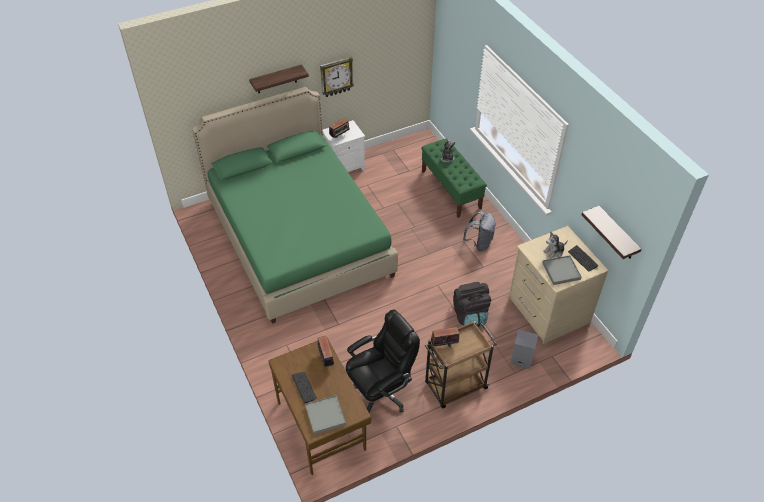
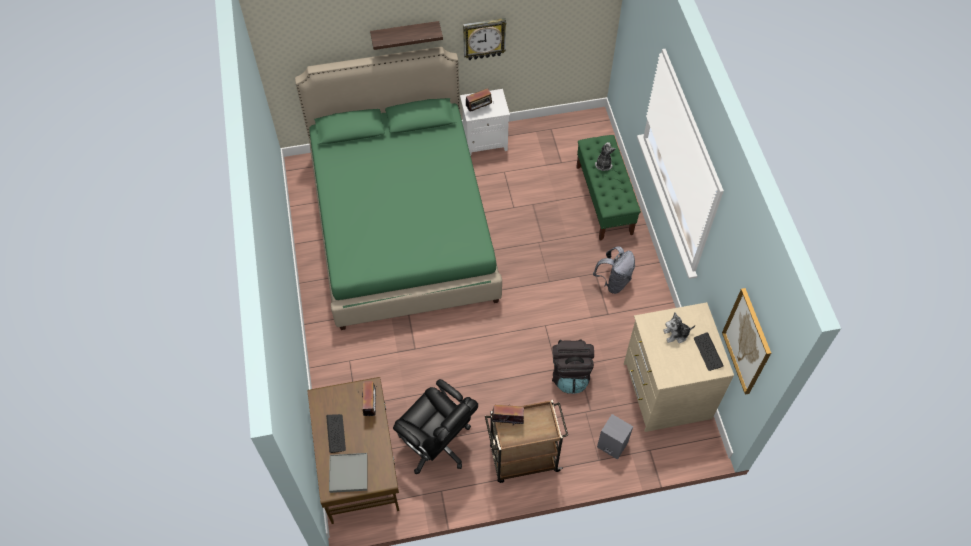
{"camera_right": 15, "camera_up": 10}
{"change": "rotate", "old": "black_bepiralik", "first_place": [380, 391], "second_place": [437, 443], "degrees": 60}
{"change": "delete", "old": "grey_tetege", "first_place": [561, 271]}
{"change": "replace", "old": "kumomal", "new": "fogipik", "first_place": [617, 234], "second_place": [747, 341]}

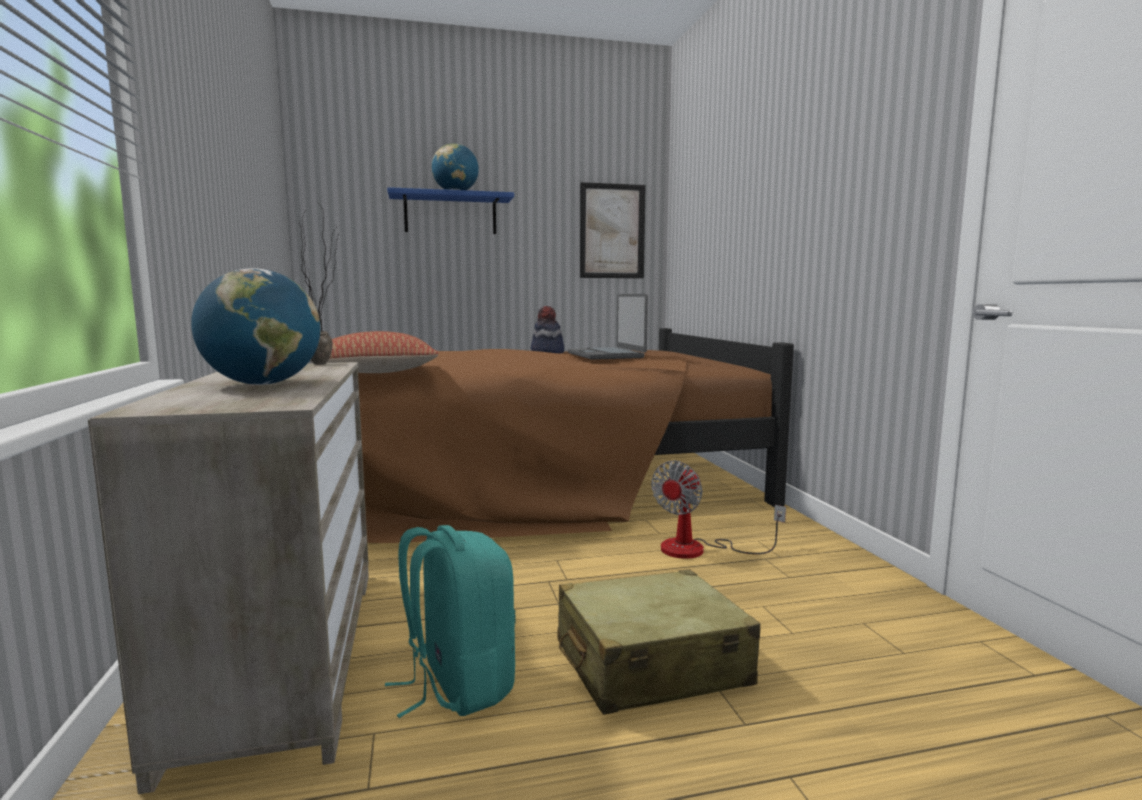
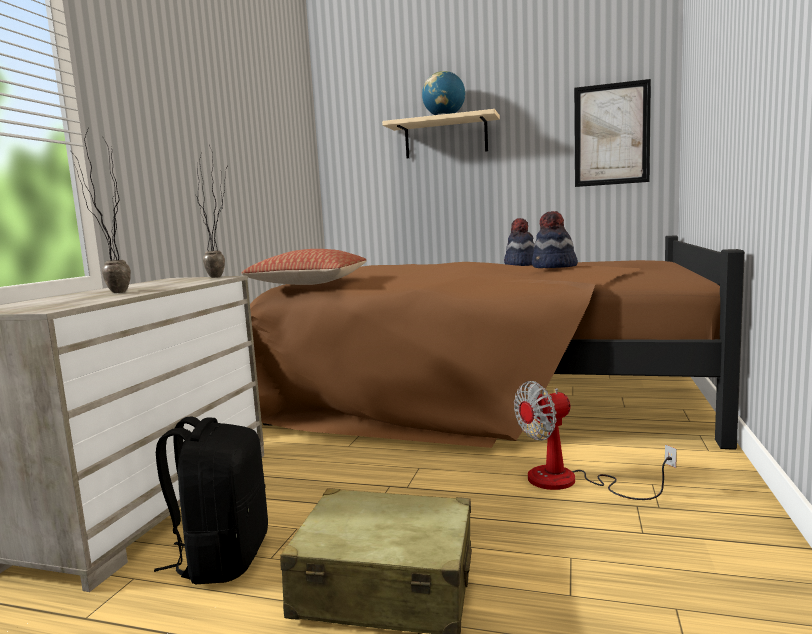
{"camera_right": 30, "camera_up": 0}
{"change": "replace", "old": "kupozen", "new": "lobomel", "first_place": [262, 384], "second_place": [110, 293]}
{"change": "recolor", "old": "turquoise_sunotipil", "new": "black_sunotipil", "first_place": [458, 685], "second_place": [222, 558]}
{"change": "recolor", "old": "blue_kumomal", "new": "beige_kumomal", "first_place": [450, 214], "second_place": [445, 138]}
{"change": "replace", "old": "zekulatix", "new": "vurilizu", "first_place": [606, 355], "second_place": [554, 267]}

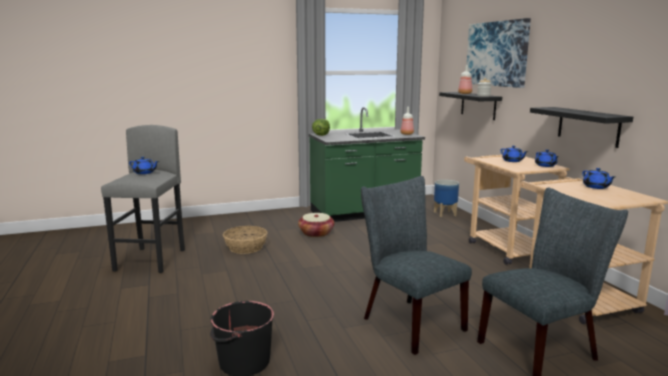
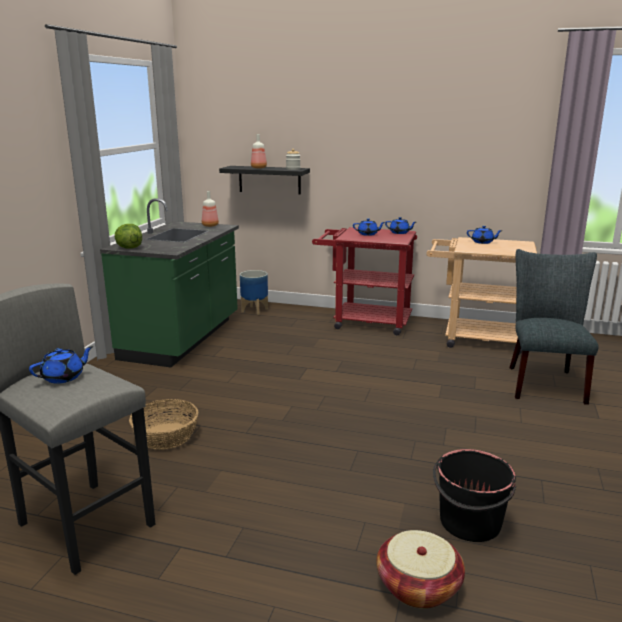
{"camera_right": -55, "camera_up": 5}
{"change": "move", "old": "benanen", "first_place": [316, 233], "second_place": [418, 586]}
{"change": "delete", "old": "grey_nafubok", "first_place": [408, 322]}
{"change": "recolor", "old": "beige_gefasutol", "new": "red_gefasutol", "first_place": [505, 247], "second_place": [364, 322]}
{"change": "delete", "old": "fogipik", "first_place": [496, 54]}
{"change": "delete", "old": "black_kumomal", "first_place": [588, 126]}

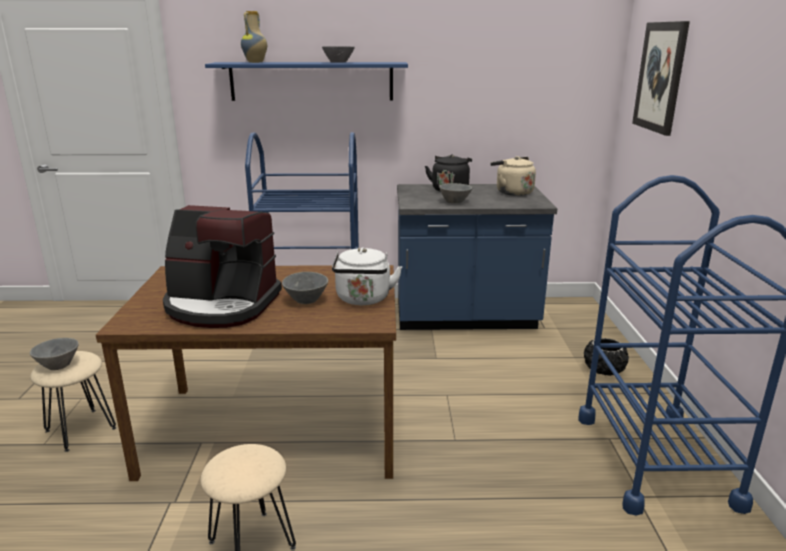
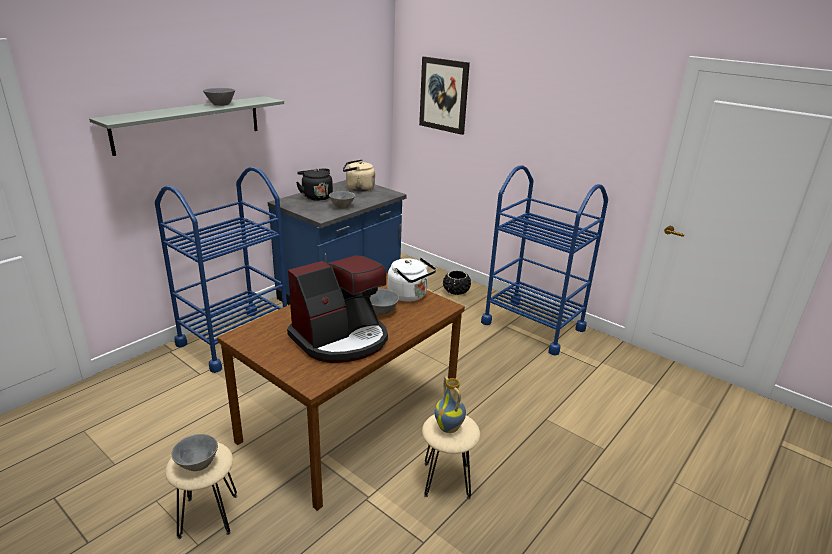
{"camera_right": -50, "camera_up": 5}
{"change": "recolor", "old": "blue_kumomal", "new": "grey_kumomal", "first_place": [311, 81], "second_place": [189, 124]}
{"change": "move", "old": "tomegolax", "first_place": [256, 62], "second_place": [449, 428]}

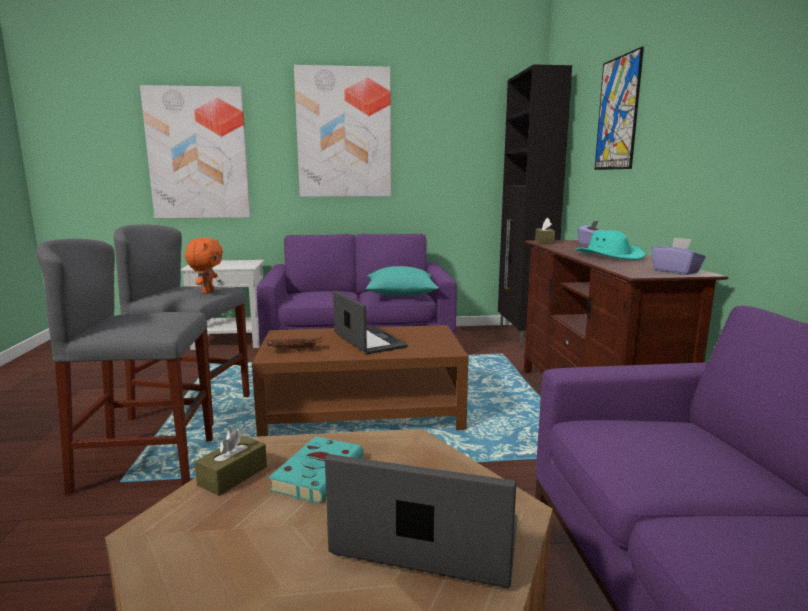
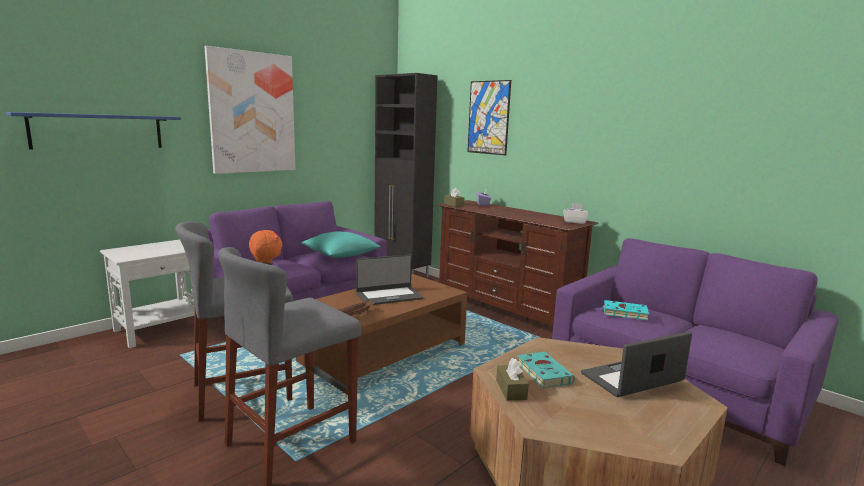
{"camera_right": -40, "camera_up": 0}
{"change": "replace", "old": "fogipik", "new": "blue_kumomal", "first_place": [198, 154], "second_place": [98, 131]}
{"change": "rotate", "old": "zekulatix", "first_place": [368, 341], "second_place": [389, 296], "degrees": 135}
{"change": "delete", "old": "turquoise_vurilizu", "first_place": [609, 256]}
{"change": "recolor", "old": "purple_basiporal", "new": "white_basiporal", "first_place": [676, 271], "second_place": [574, 222]}
{"change": "insert", "new": "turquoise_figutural", "second_place": [623, 313]}

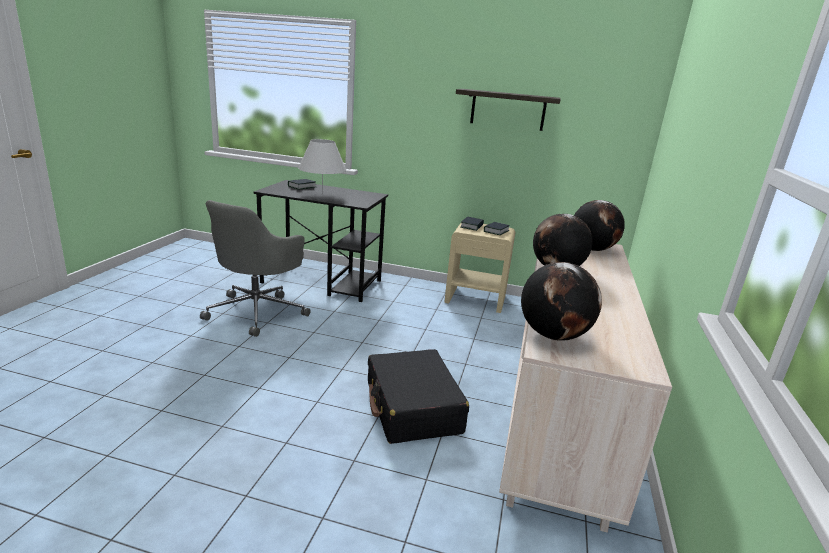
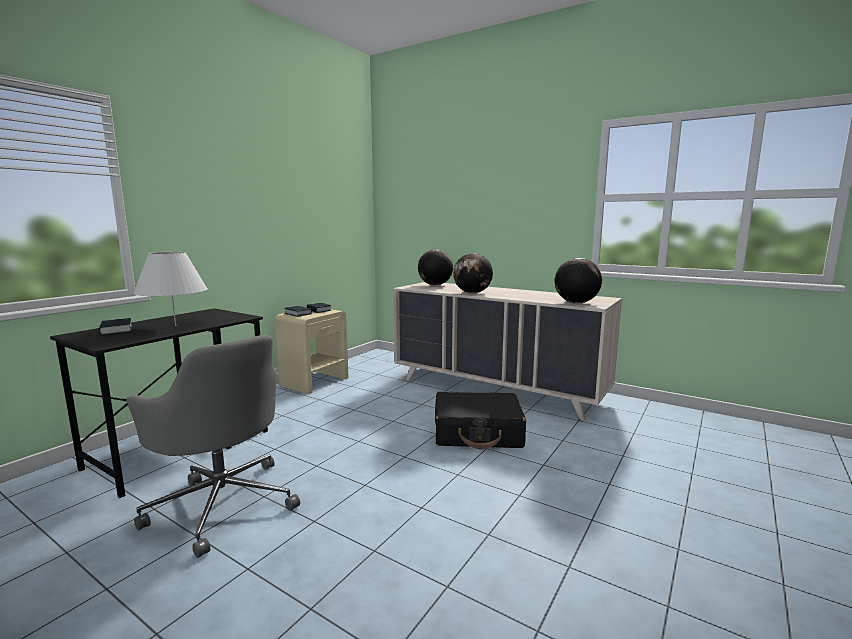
{"camera_right": -70, "camera_up": -10}
{"change": "delete", "old": "kumomal", "first_place": [508, 110]}

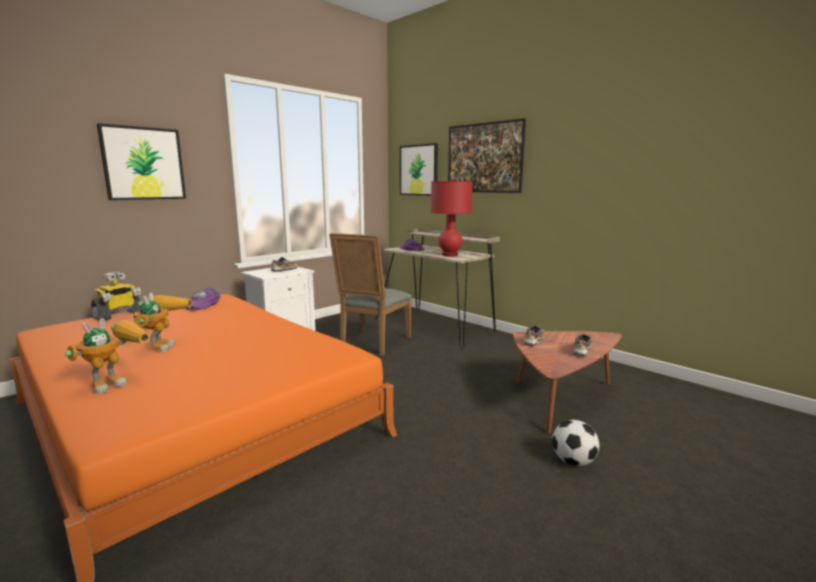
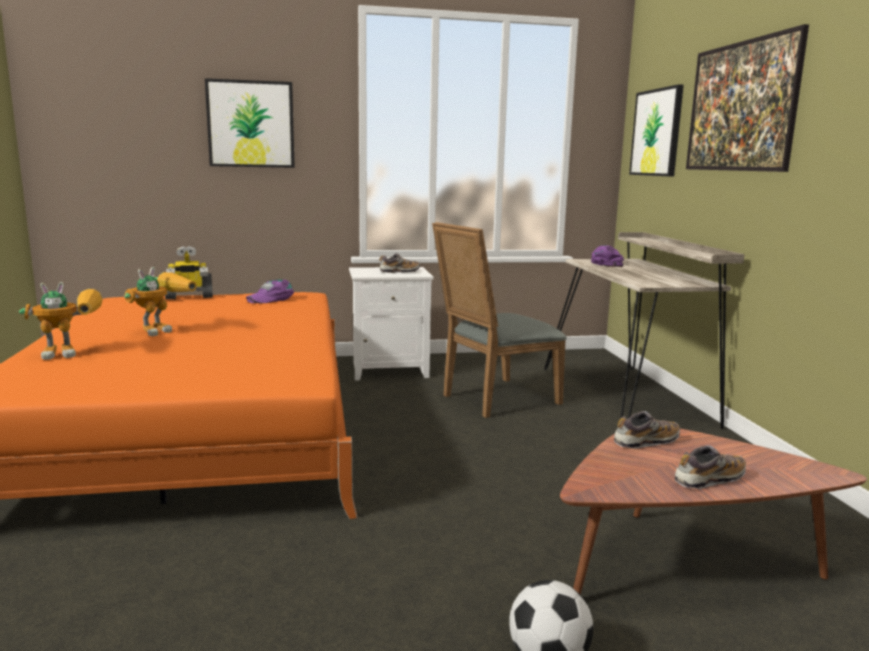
{"camera_right": 35, "camera_up": 0}
{"change": "delete", "old": "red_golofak", "first_place": [449, 255]}

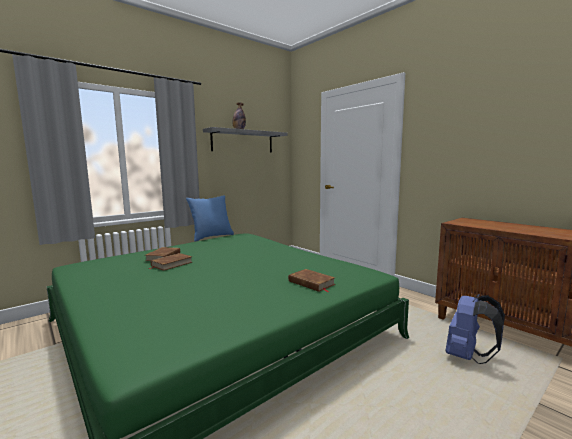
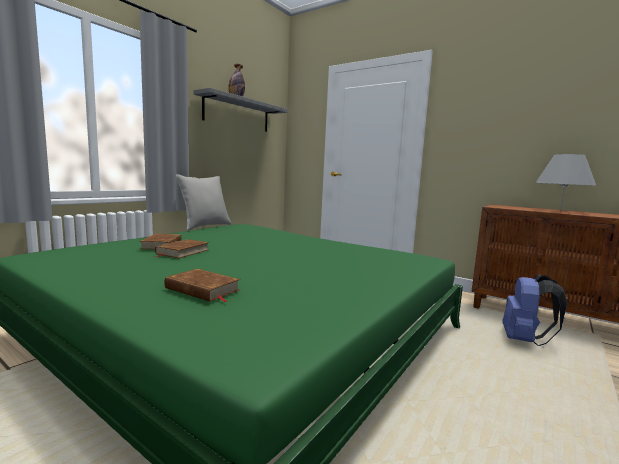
{"camera_right": -15, "camera_up": 0}
{"change": "recolor", "old": "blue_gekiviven", "new": "grey_gekiviven", "first_place": [211, 237], "second_place": [205, 226]}
{"change": "move", "old": "brown_figutural", "first_place": [311, 283], "second_place": [202, 289]}
{"change": "insert", "new": "grey_golofak", "second_place": [559, 211]}

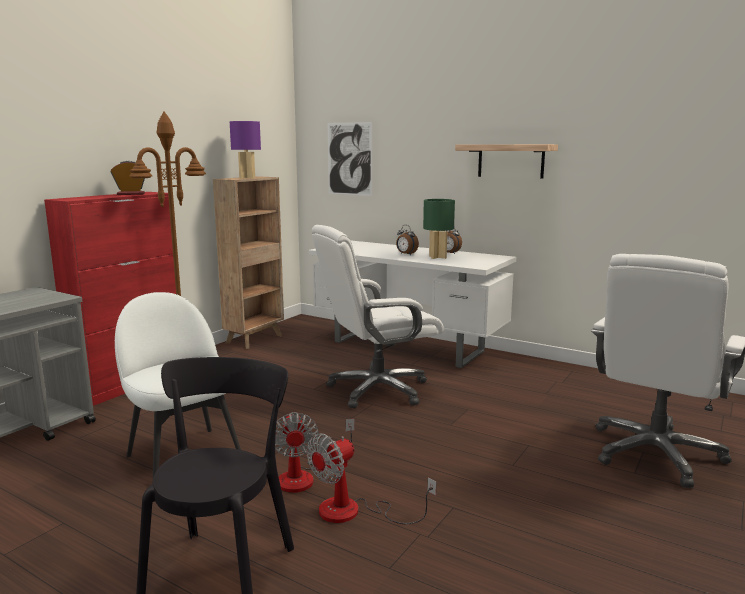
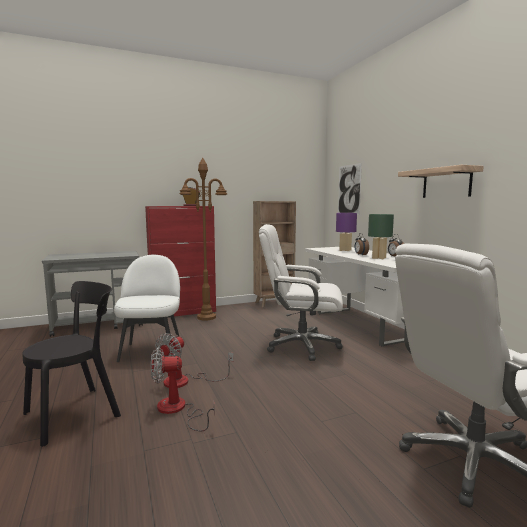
{"camera_right": 35, "camera_up": -5}
{"change": "move", "old": "purple_golofak", "first_place": [247, 178], "second_place": [345, 250]}

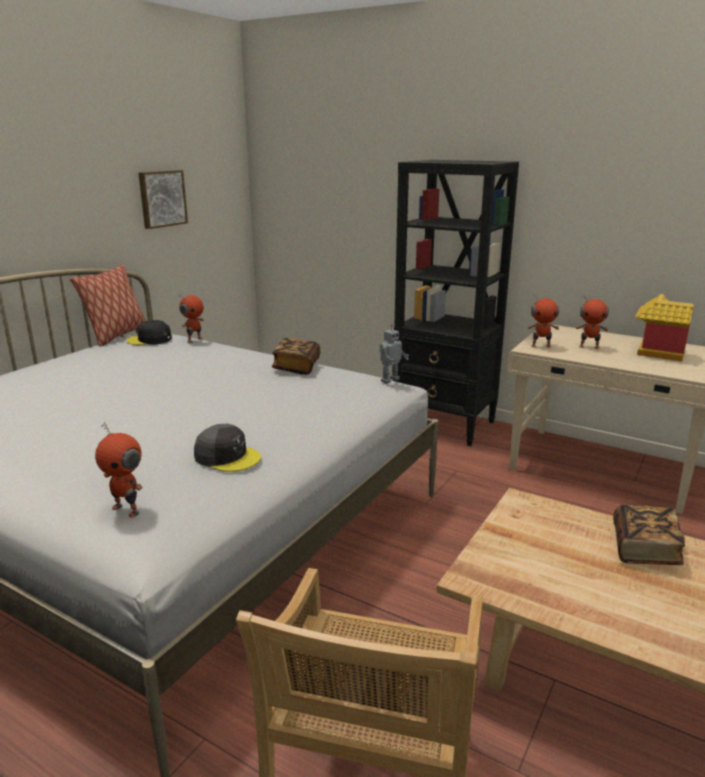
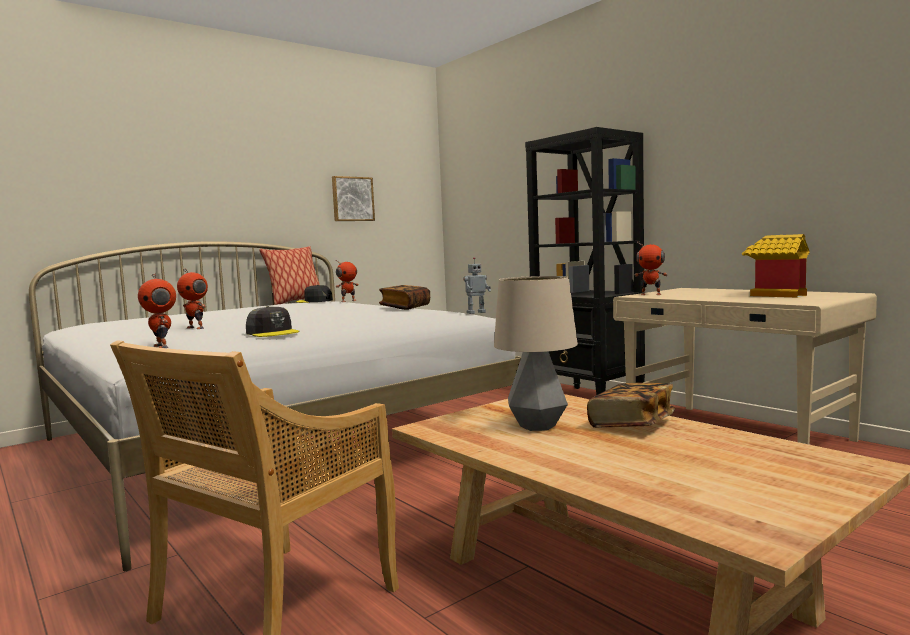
{"camera_right": 20, "camera_up": -15}
{"change": "move", "old": "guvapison", "first_place": [589, 347], "second_place": [196, 328]}
{"change": "insert", "new": "golofak", "second_place": [538, 426]}

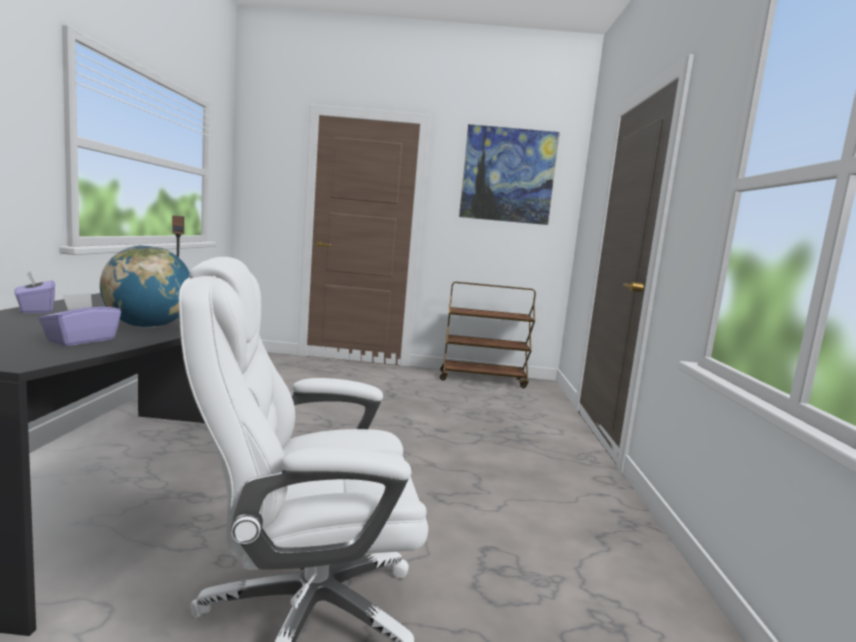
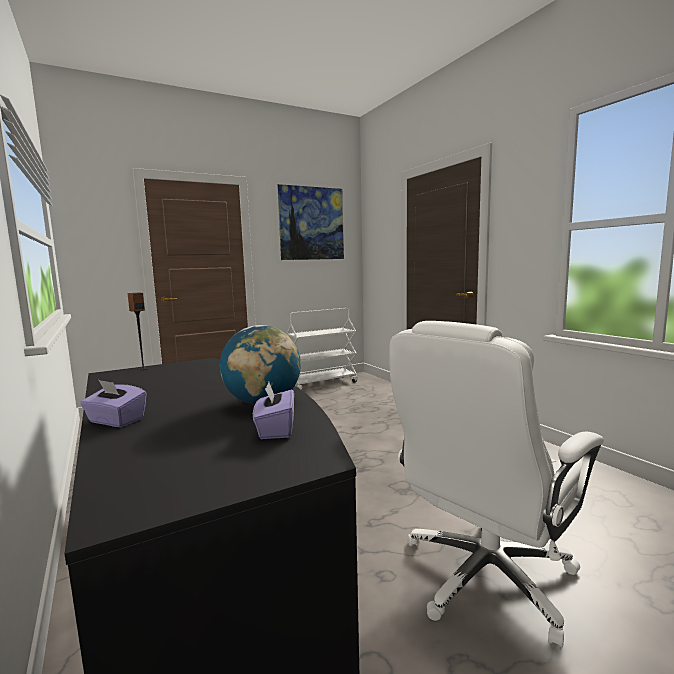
{"camera_right": -30, "camera_up": 0}
{"change": "recolor", "old": "brown_gefasutol", "new": "white_gefasutol", "first_place": [483, 379], "second_place": [322, 383]}

